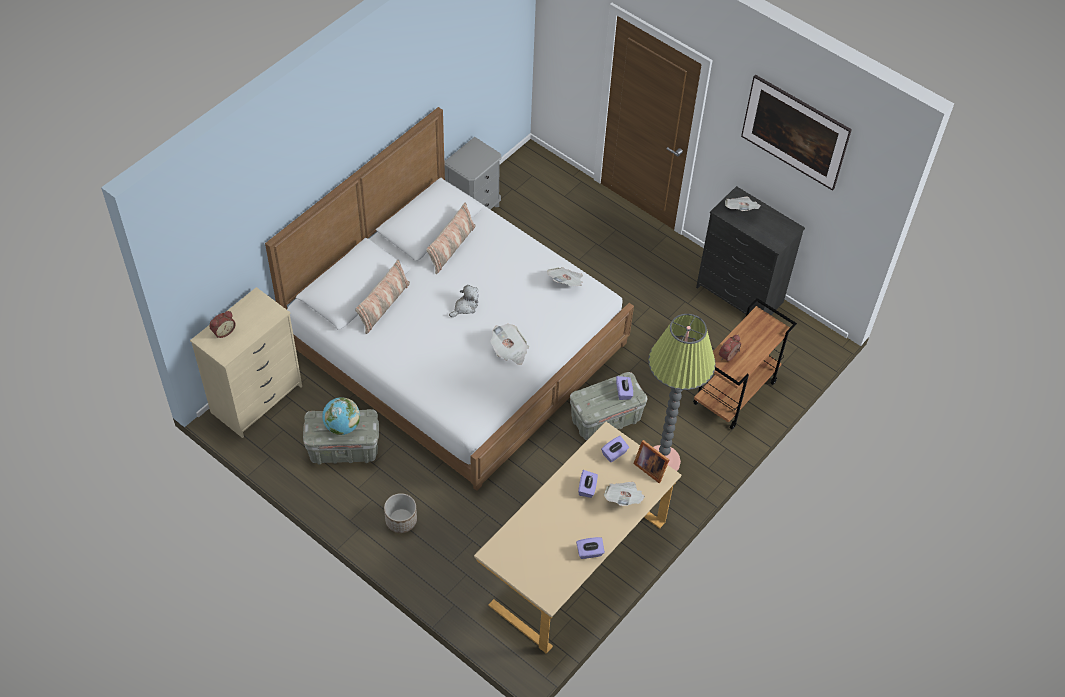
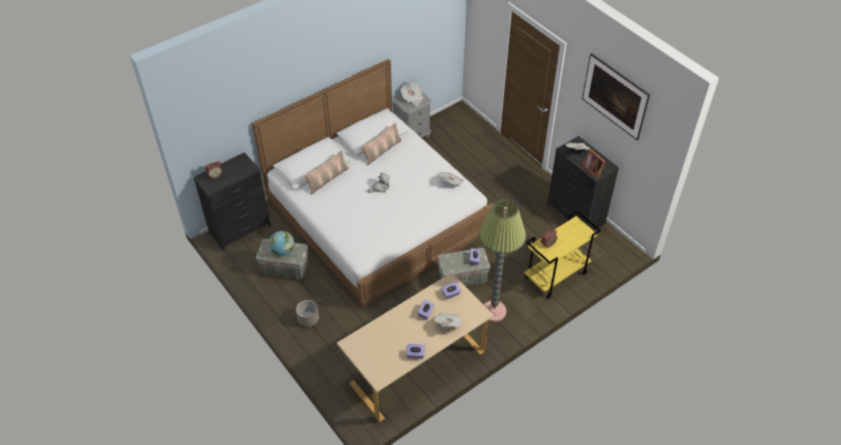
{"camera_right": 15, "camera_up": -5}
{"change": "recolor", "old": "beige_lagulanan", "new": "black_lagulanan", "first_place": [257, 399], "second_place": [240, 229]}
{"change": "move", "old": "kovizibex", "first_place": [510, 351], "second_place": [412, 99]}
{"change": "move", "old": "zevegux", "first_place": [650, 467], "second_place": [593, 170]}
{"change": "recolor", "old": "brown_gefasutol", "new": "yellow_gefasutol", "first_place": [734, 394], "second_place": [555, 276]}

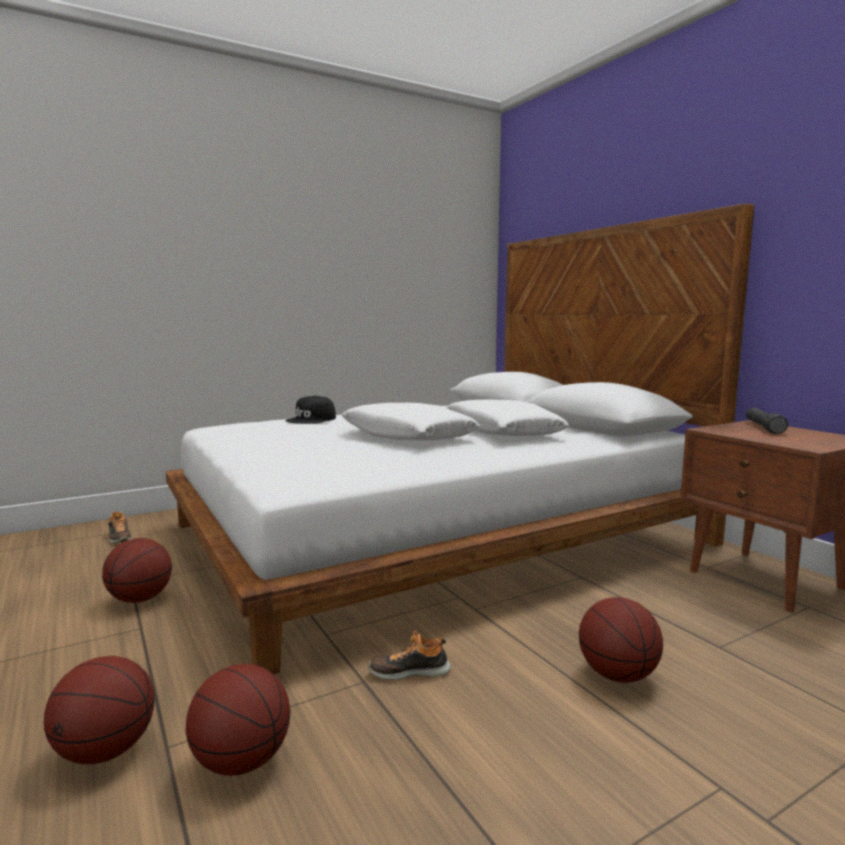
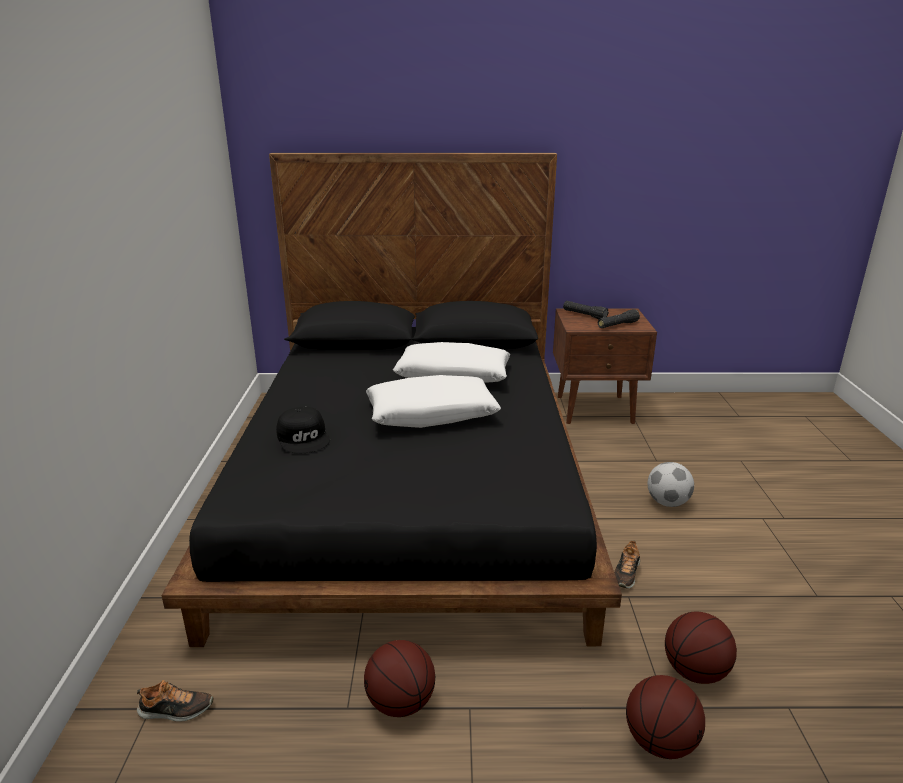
{"camera_right": -60, "camera_up": 15}
{"change": "recolor", "old": "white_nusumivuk", "new": "black_nusumivuk", "first_place": [434, 534], "second_place": [411, 487]}
{"change": "replace", "old": "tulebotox", "new": "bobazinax", "first_place": [617, 675], "second_place": [667, 502]}
{"change": "insert", "new": "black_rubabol", "second_place": [617, 325]}

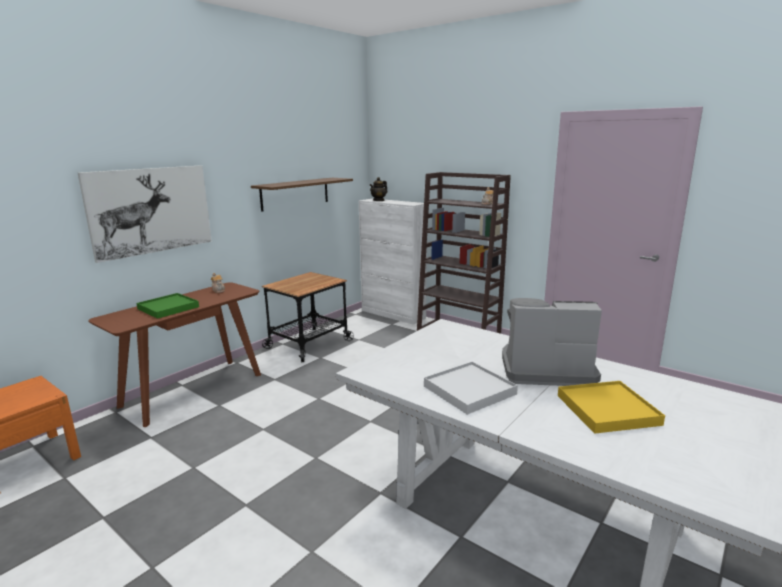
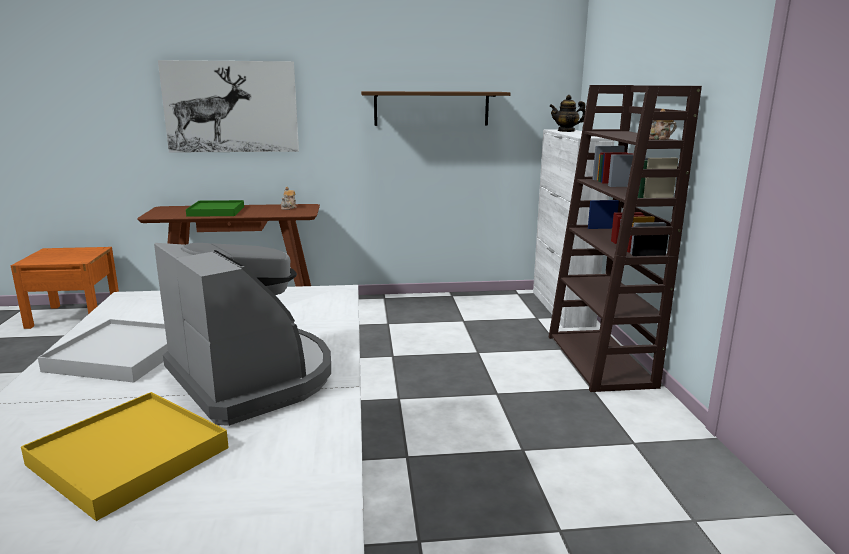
{"camera_right": 45, "camera_up": 0}
{"change": "delete", "old": "gefasutol", "first_place": [308, 344]}

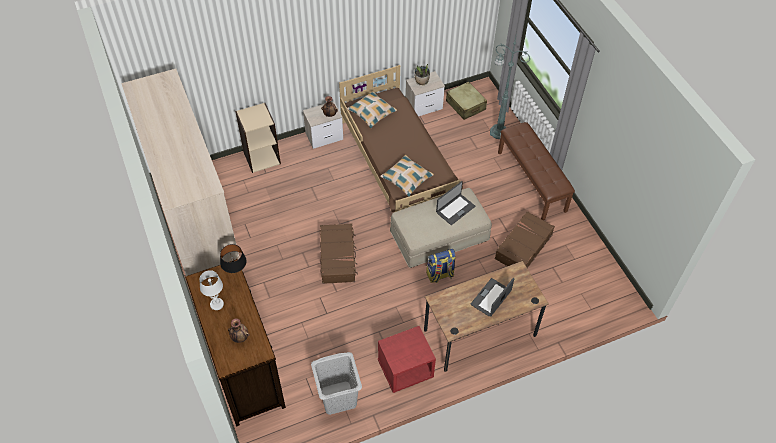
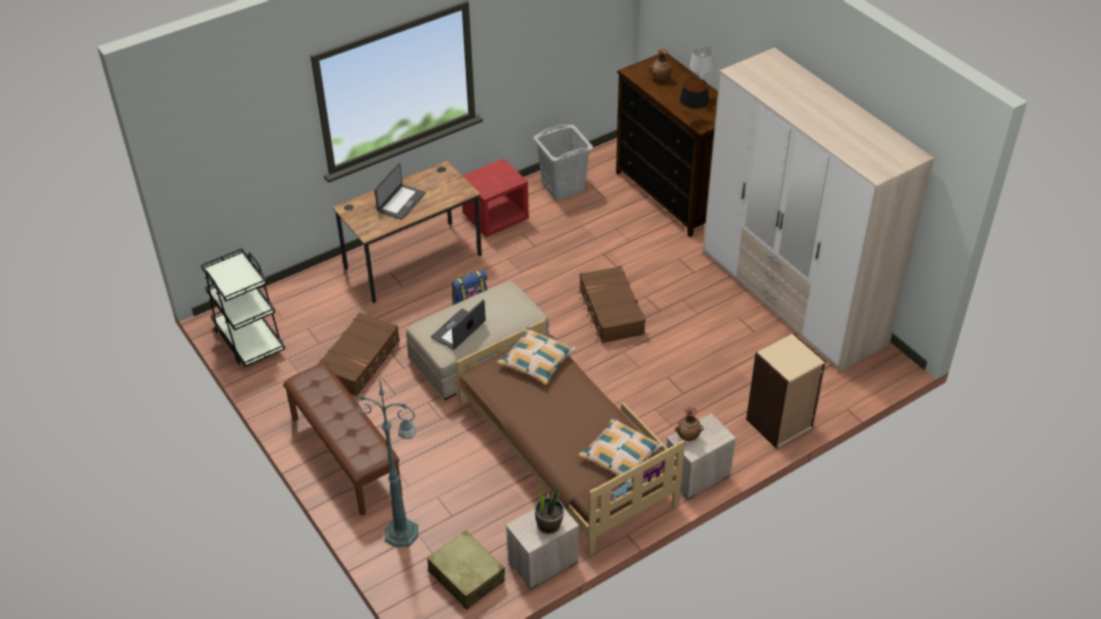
{"camera_right": 170, "camera_up": -10}
{"change": "insert", "new": "black_gefasutol", "second_place": [249, 340]}

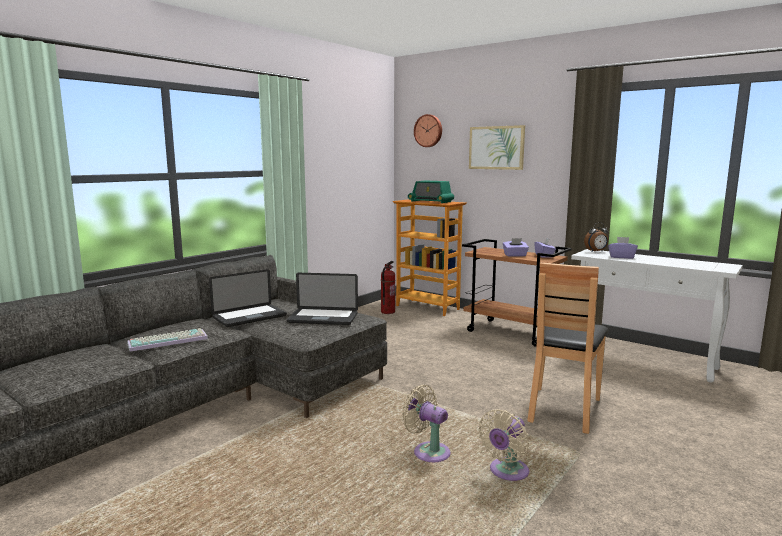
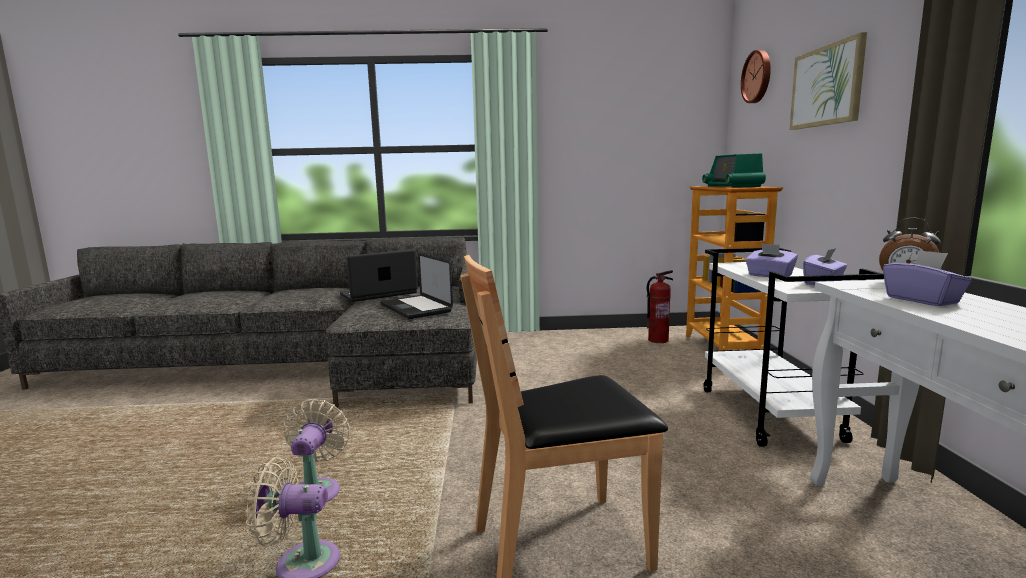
{"camera_right": 50, "camera_up": 0}
{"change": "delete", "old": "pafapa", "first_place": [169, 340]}
{"change": "rotate", "old": "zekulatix", "first_place": [249, 317], "second_place": [379, 294], "degrees": 135}
{"change": "recolor", "old": "brown_gefasutol", "new": "white_gefasutol", "first_place": [512, 332], "second_place": [770, 415]}

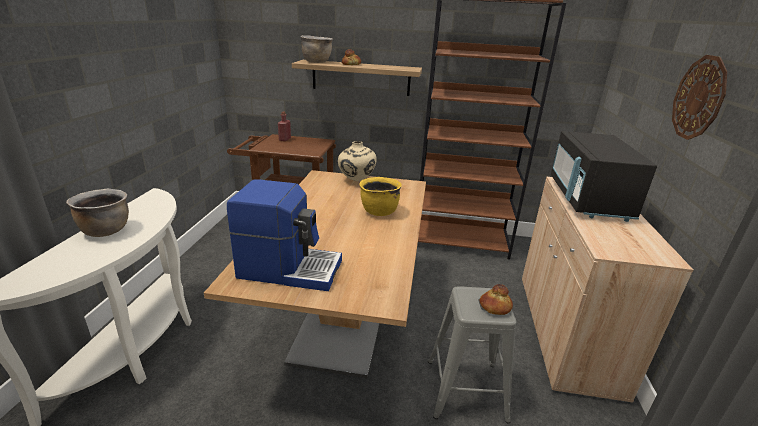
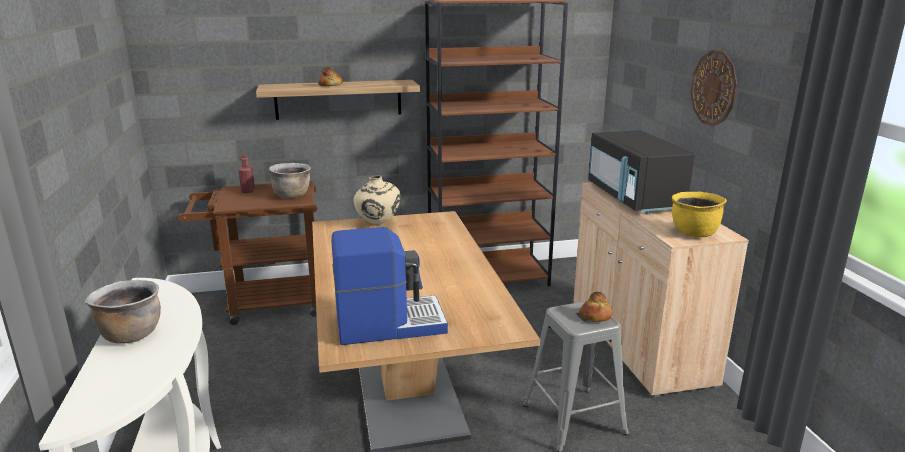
{"camera_right": -20, "camera_up": -5}
{"change": "move", "old": "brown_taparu", "first_place": [317, 62], "second_place": [292, 195]}
{"change": "move", "old": "yellow_taparu", "first_place": [379, 211], "second_place": [693, 233]}

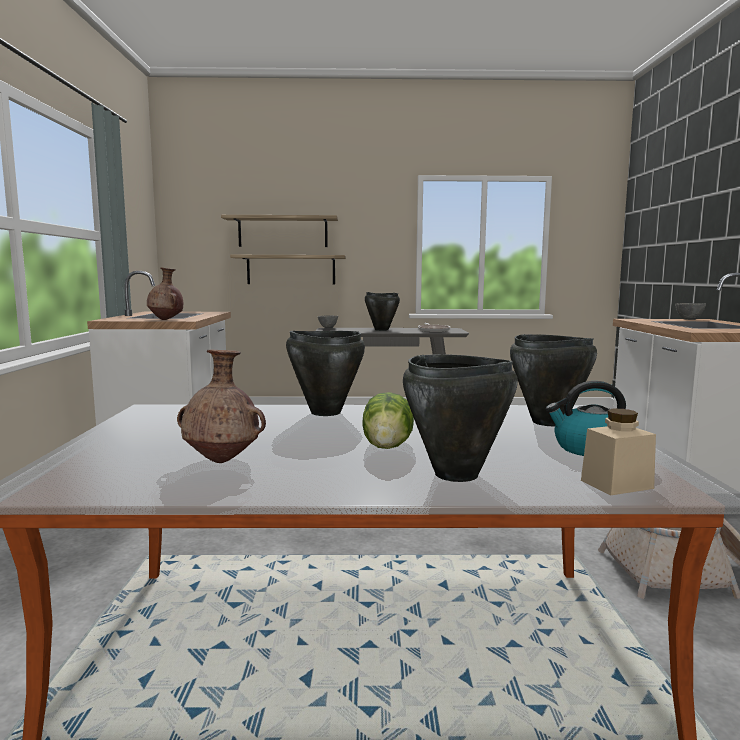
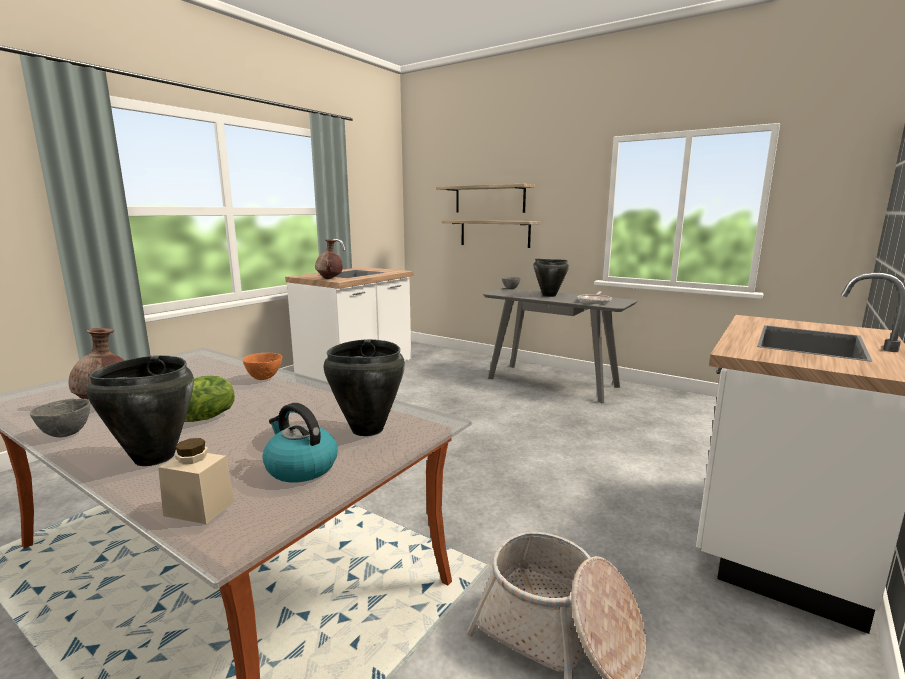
{"camera_right": 35, "camera_up": 5}
{"change": "replace", "old": "black_taparu", "new": "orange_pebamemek", "first_place": [325, 412], "second_place": [264, 378]}
{"change": "move", "old": "grey_pebamemek", "first_place": [689, 319], "second_place": [65, 434]}

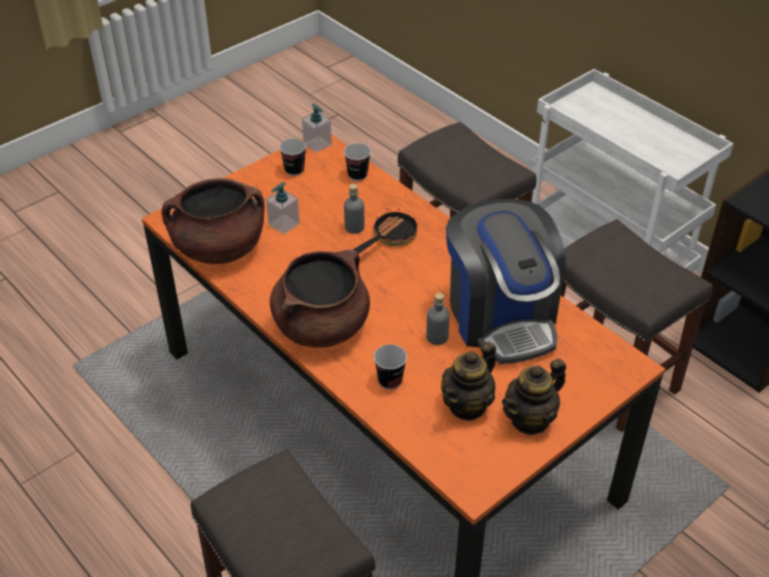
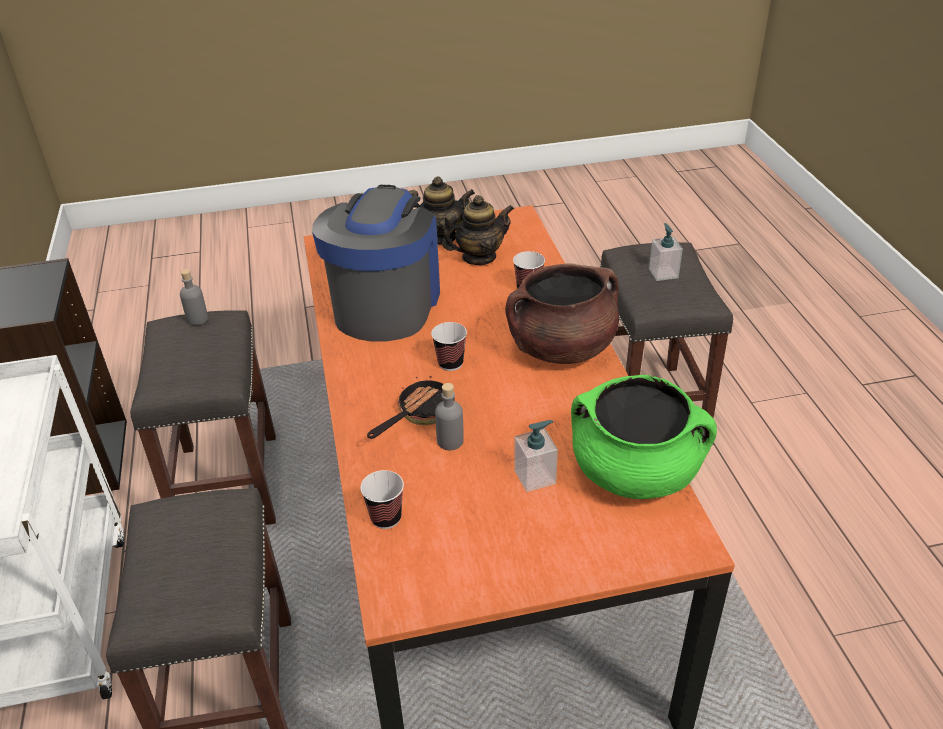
{"camera_right": -150, "camera_up": -5}
{"change": "recolor", "old": "brown_taparu", "new": "green_taparu", "first_place": [219, 248], "second_place": [635, 472]}
{"change": "move", "old": "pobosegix", "first_place": [294, 170], "second_place": [450, 363]}
{"change": "move", "old": "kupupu", "first_place": [317, 144], "second_place": [663, 273]}
{"change": "rotate", "old": "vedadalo", "first_place": [390, 237], "second_place": [420, 414], "degrees": 150}
{"change": "move", "old": "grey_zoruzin", "first_place": [437, 337], "second_place": [197, 319]}

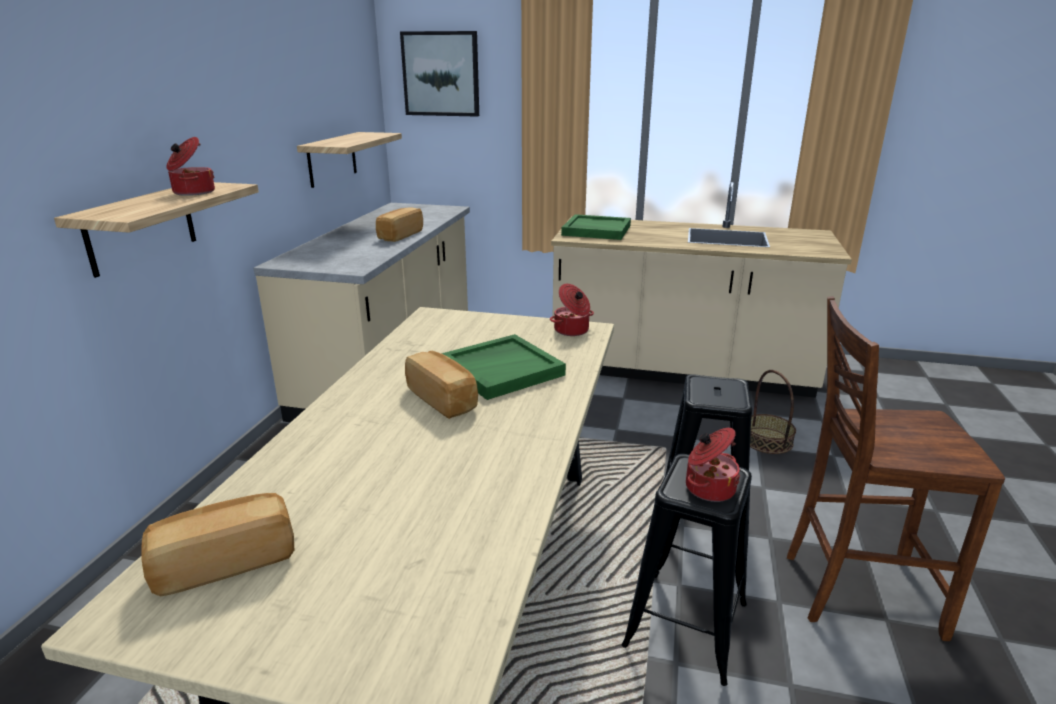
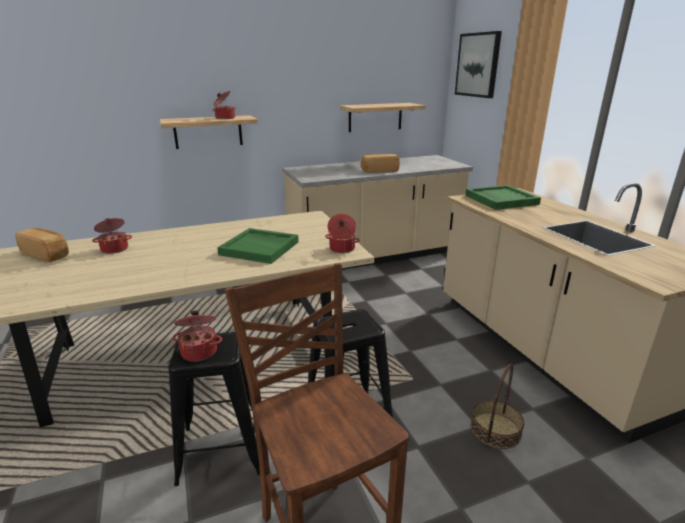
{"camera_right": 55, "camera_up": 0}
{"change": "delete", "old": "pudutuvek", "first_place": [443, 399]}
{"change": "insert", "new": "taparu", "second_place": [115, 249]}

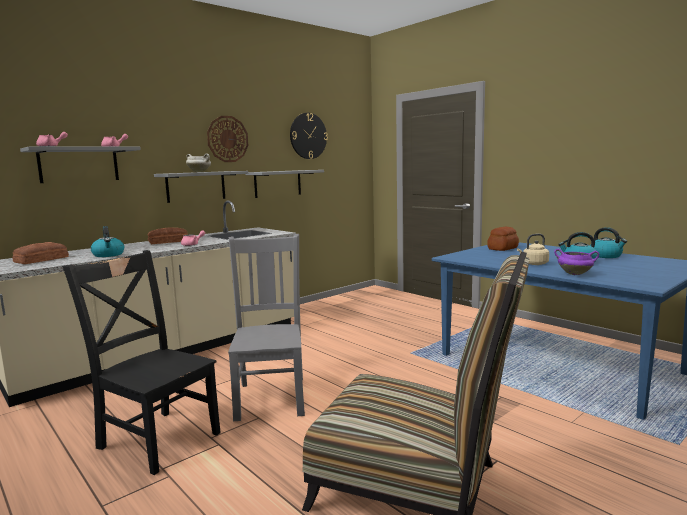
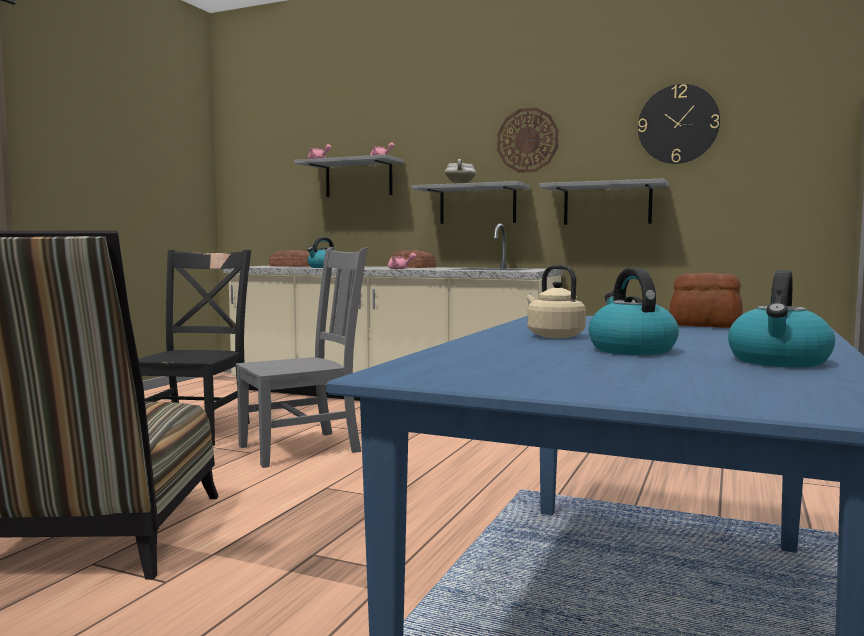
{"camera_right": 65, "camera_up": -5}
{"change": "delete", "old": "purple_taparu", "first_place": [575, 274]}

